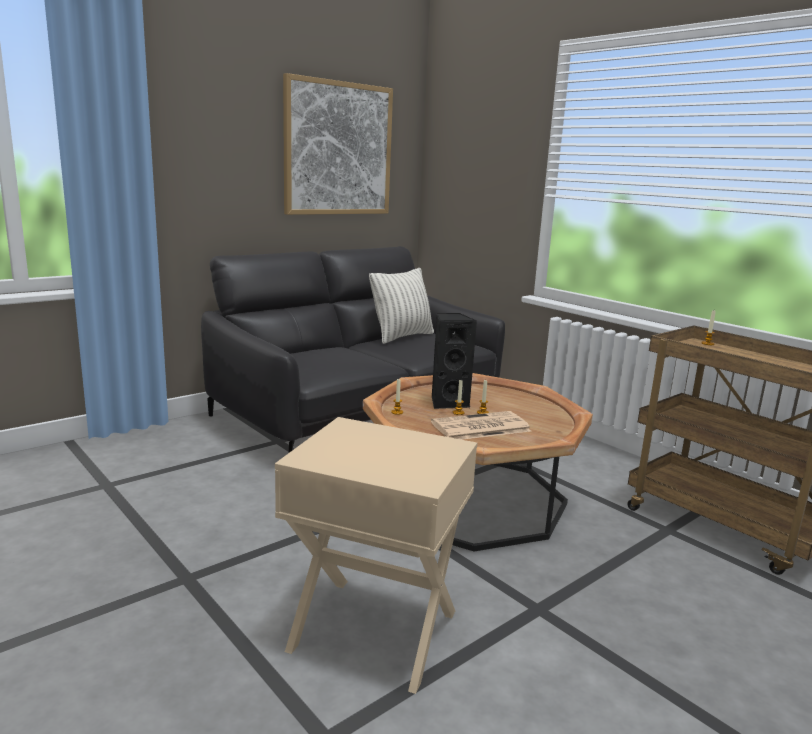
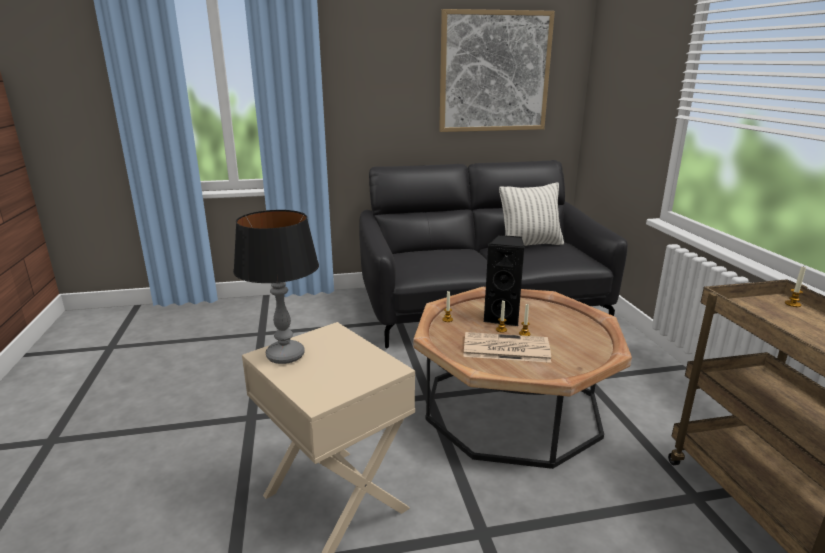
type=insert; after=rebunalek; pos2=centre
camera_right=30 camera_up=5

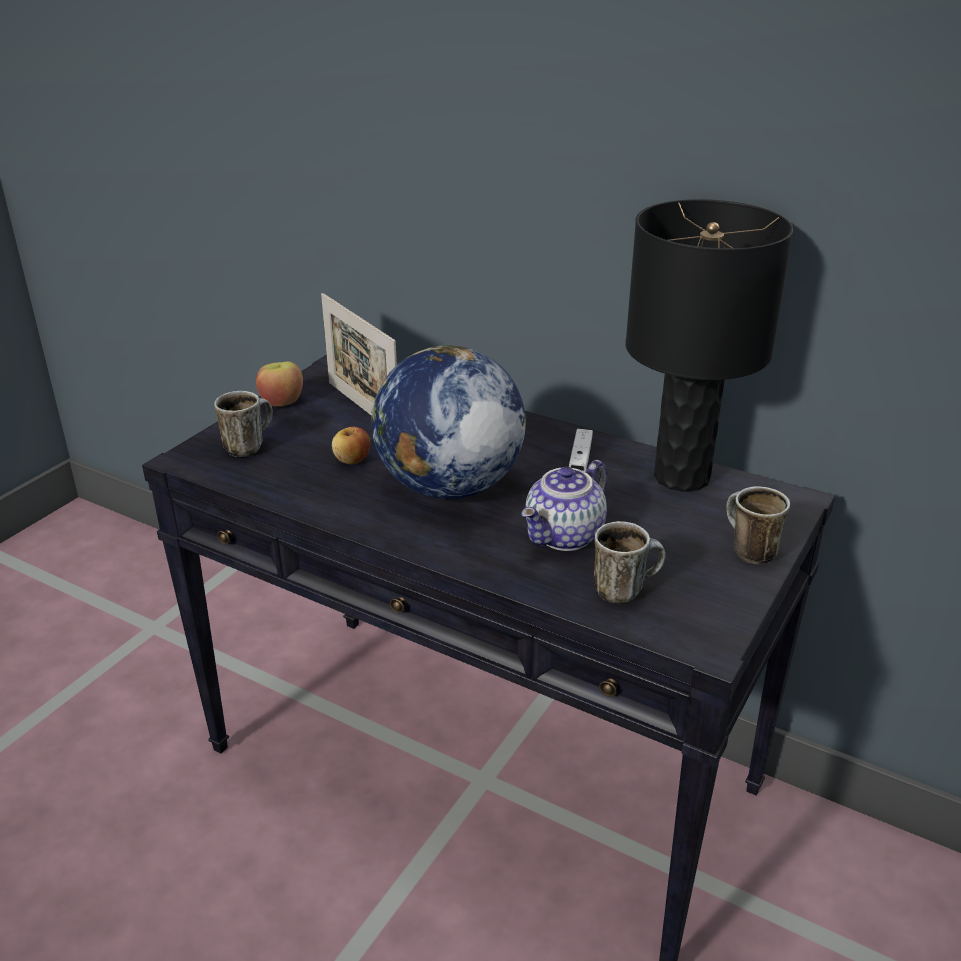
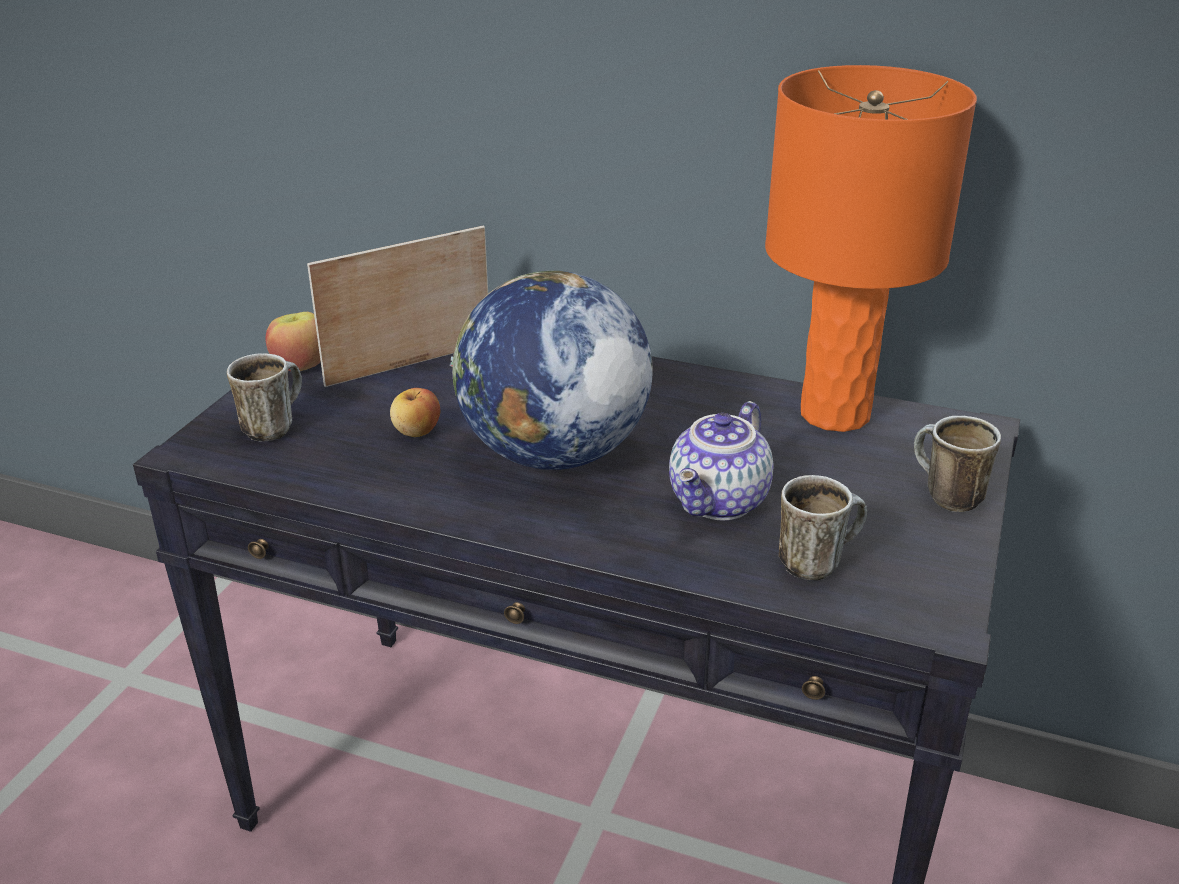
type=rotate; before=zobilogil; pos1=centre; pos2=centre; turn=105
type=recolor; before=black rebunalek; after=orange rebunalek; pos1=middle right; pos2=top right
type=delete; before=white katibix; pos1=centre
camera_right=-10 camera_up=0

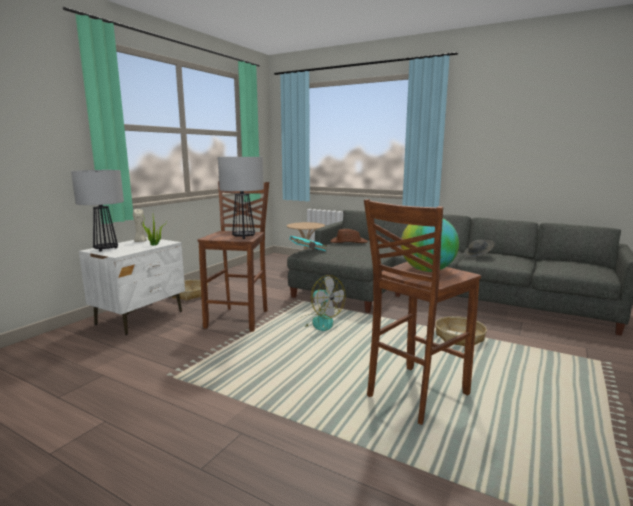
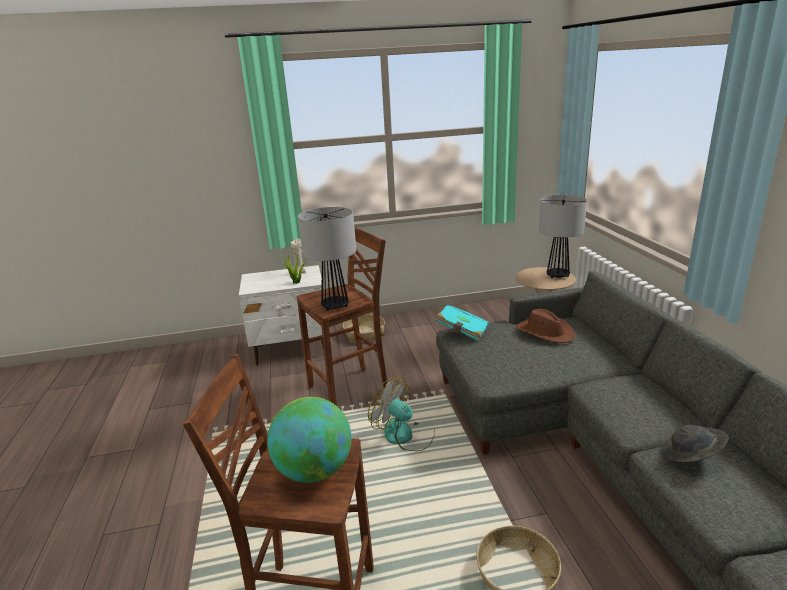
type=rotate; before=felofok; pos1=centre; pos2=bottom centre; turn=120
type=move; before=rebunalek (1st from left in the first image); after=rebunalek (2nd from left); pos1=middle left; pos2=middle right
camera_right=50 camera_up=10

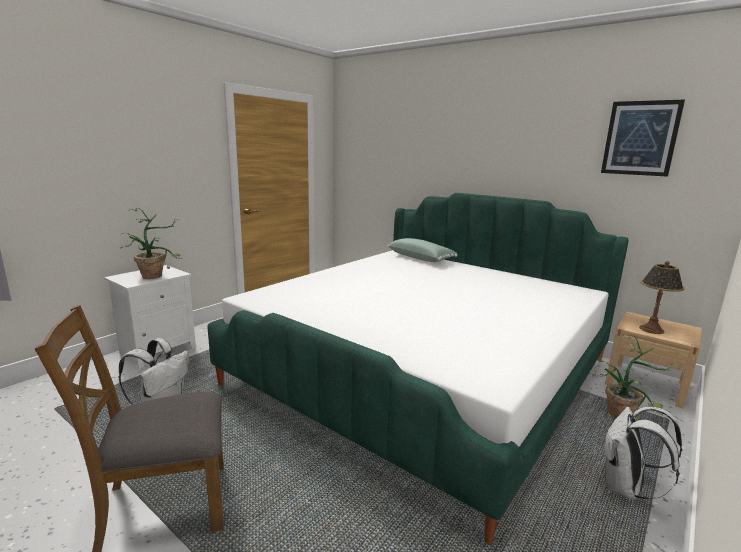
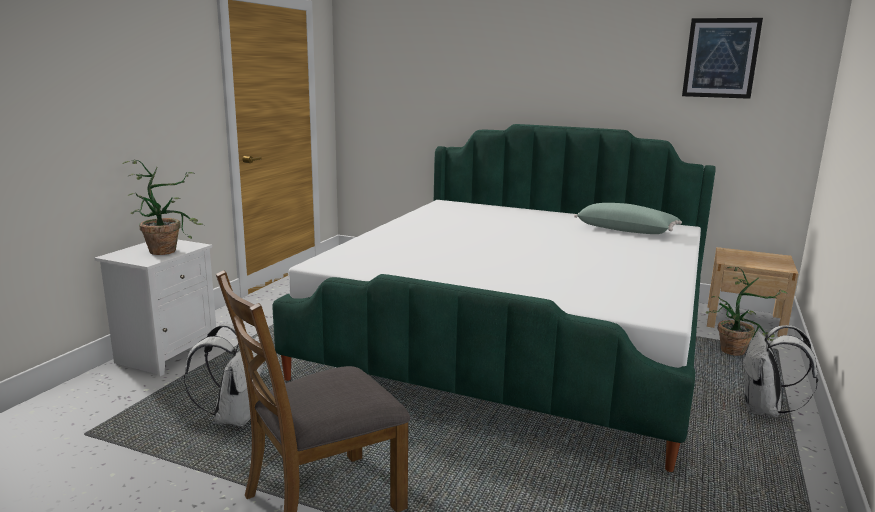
type=move; before=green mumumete; pos1=centre; pos2=middle right
type=delete; before=rebunalek; pos1=middle right
camera_right=-15 camera_up=0

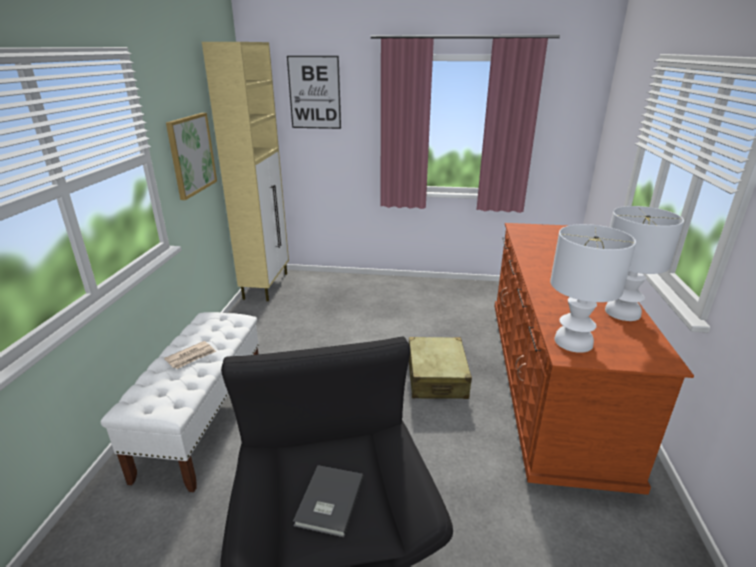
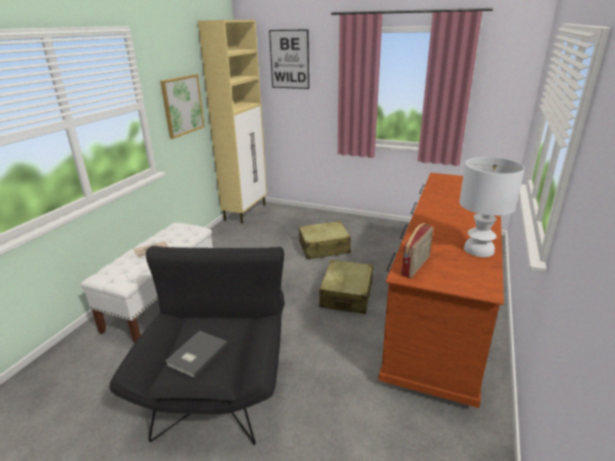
type=insert; after=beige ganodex (1st from left); pos2=centre
type=replace; before=white rebunalek (1st from left); after=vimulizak; pos1=middle right; pos2=middle right
camera_right=15 camera_up=0

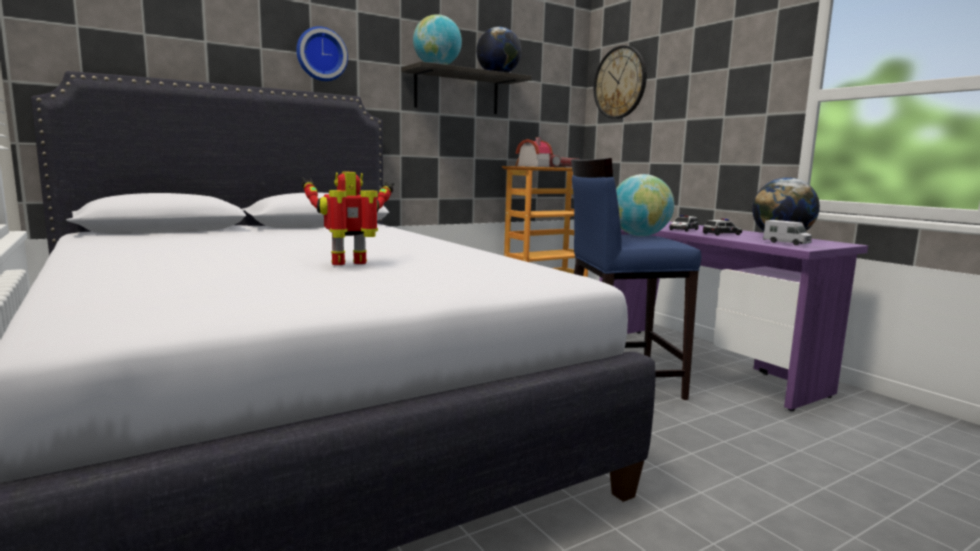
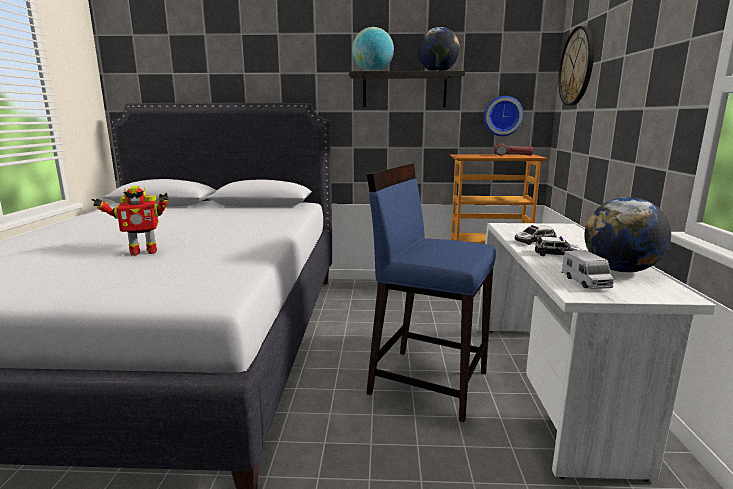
type=rotate; before=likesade; pos1=centre; pos2=middle left; turn=150
type=recolor; before=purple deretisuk; after=white deretisuk; pos1=middle right; pos2=bottom right
type=move; before=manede (1st from left); pos1=top left; pos2=top right
type=delete; before=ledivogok; pos1=top centre
type=delete; before=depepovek (3rd from left); pos1=centre
camera_right=35 camera_up=5

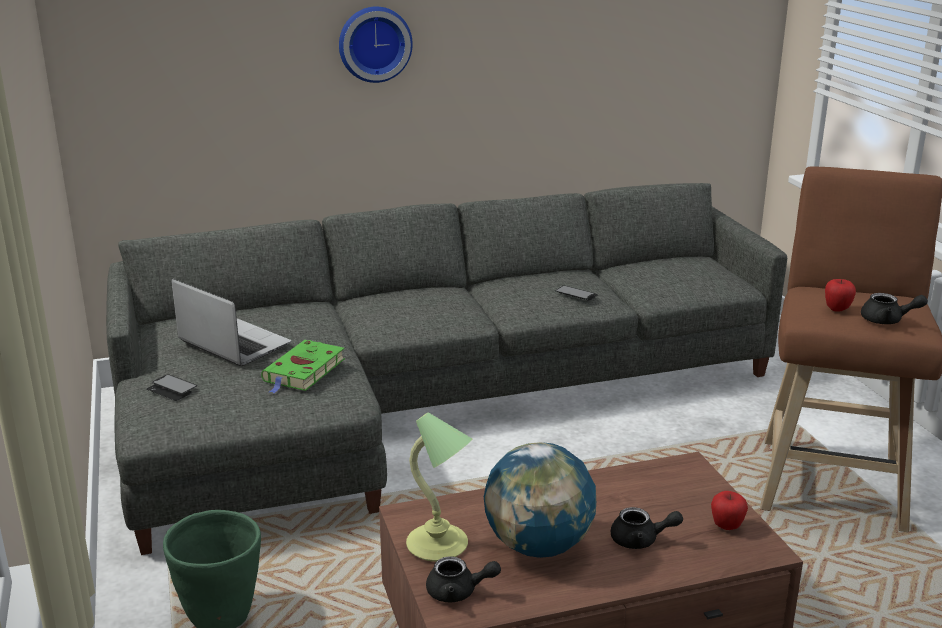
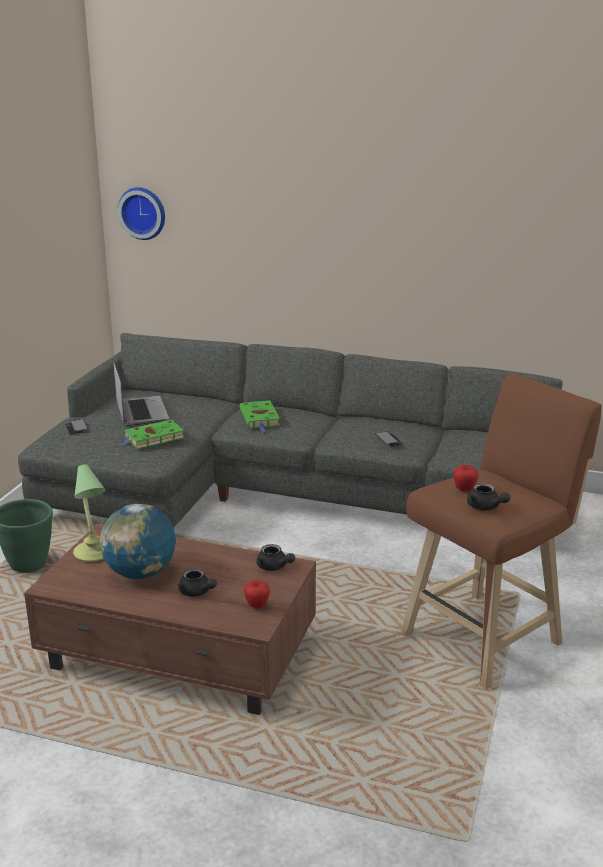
type=move; before=manede; pos1=top centre; pos2=top left
type=insert; after=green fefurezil (2nd from left); pos2=centre
type=move; before=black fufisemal (1st from left in the first image); after=black fufisemal (2nd from left); pos1=bottom centre; pos2=centre
camera_right=35 camera_up=0

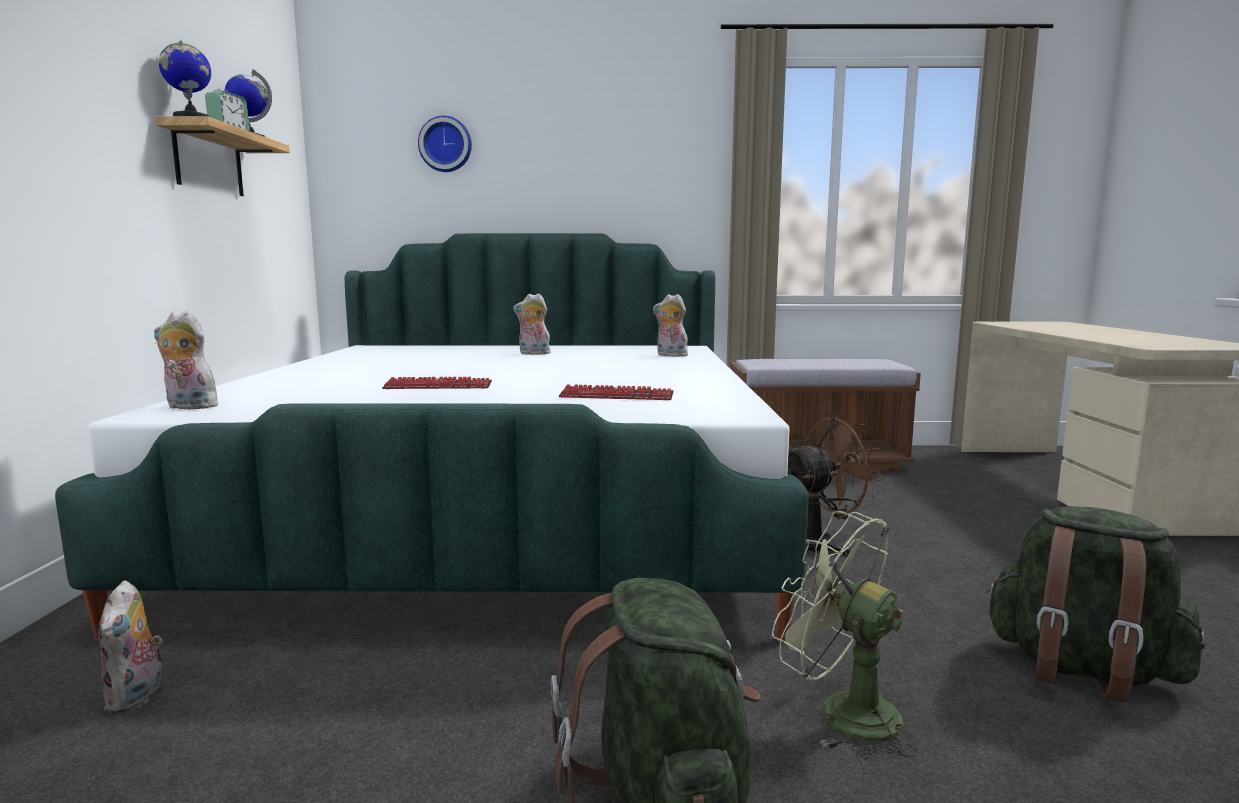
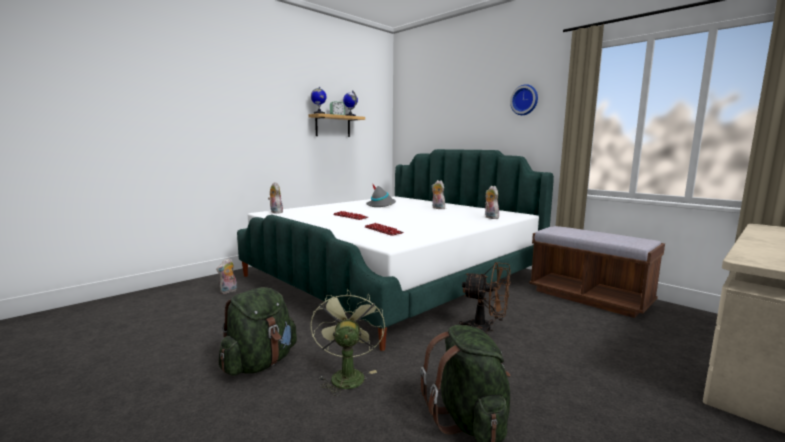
type=insert; after=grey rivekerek; pos2=centre
type=move; before=manede; pos1=top centre; pos2=top right
camera_right=45 camera_up=0

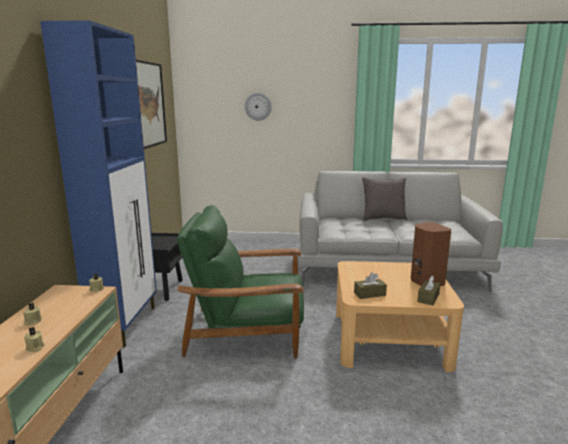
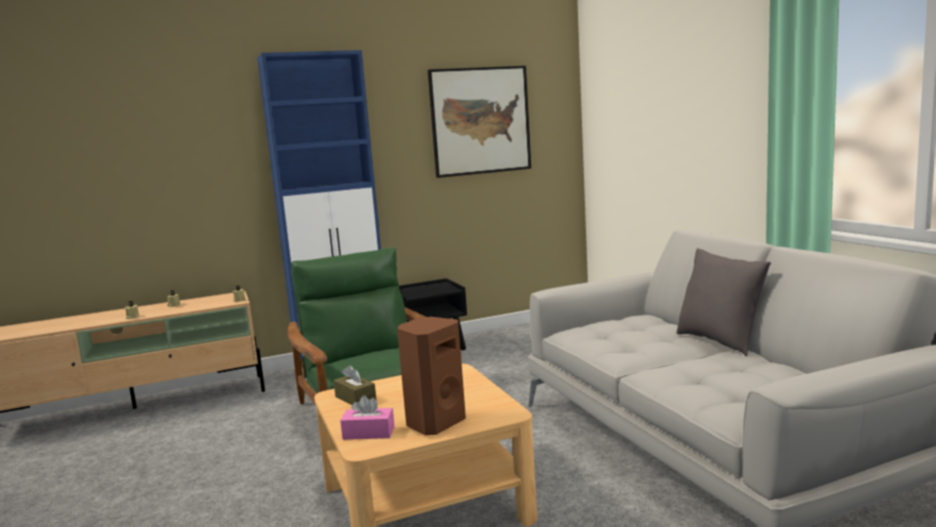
type=recolor; before=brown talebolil (2nd from left); after=pink talebolil; pos1=middle right; pos2=bottom centre
type=delete; before=manede; pos1=top centre
camera_right=65 camera_up=-5

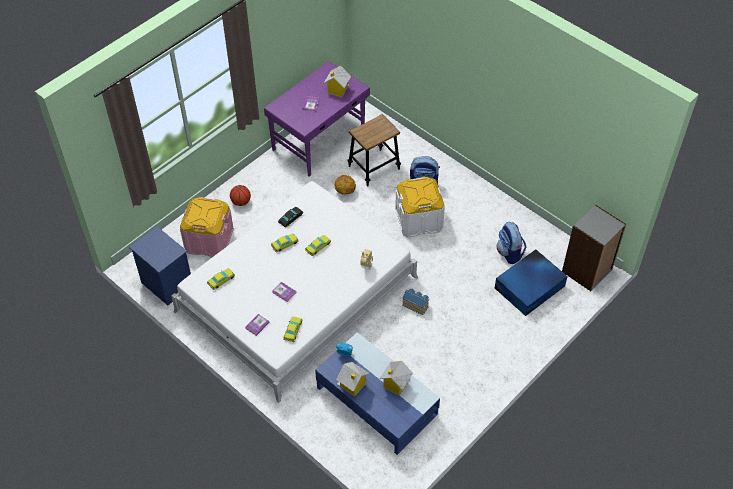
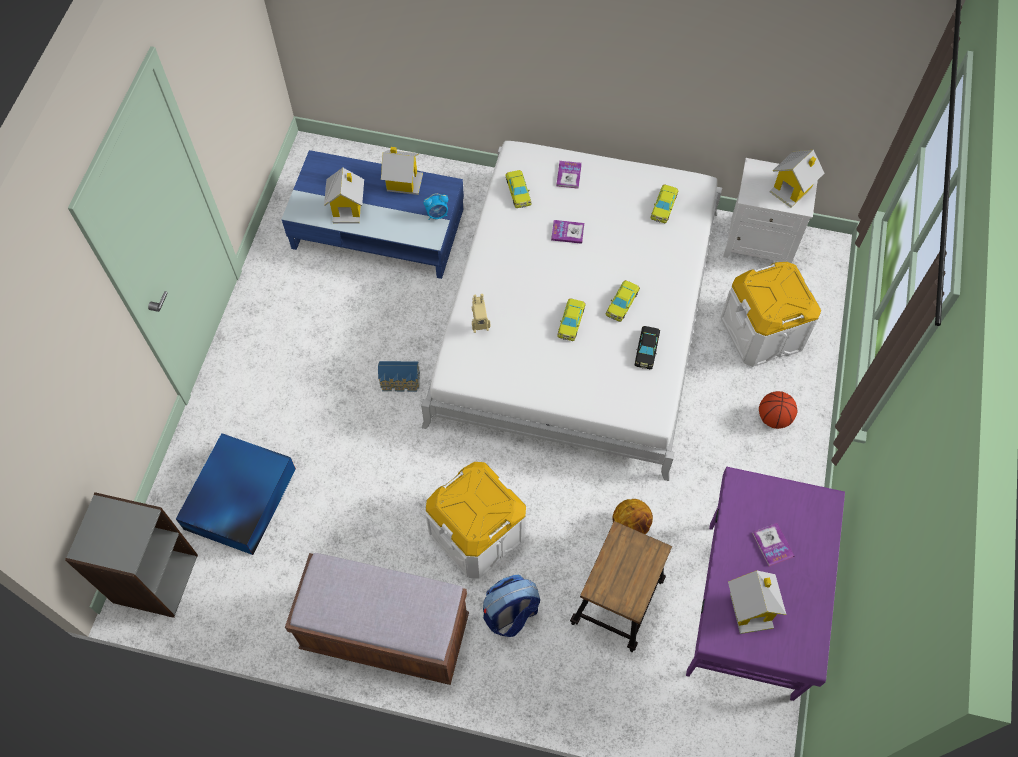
type=insert; after=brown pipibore; pos2=bottom centre
type=recolor; before=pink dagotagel; after=white dagotagel (2nd from left); pos1=middle left; pos2=middle right
type=recolor; before=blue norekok; after=white norekok; pos1=middle left; pos2=top right
type=insert; after=ledivogok (5th from left); pos2=top right
type=delete; before=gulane (2nd from left); pos1=middle right
camera_right=150 camera_up=10

